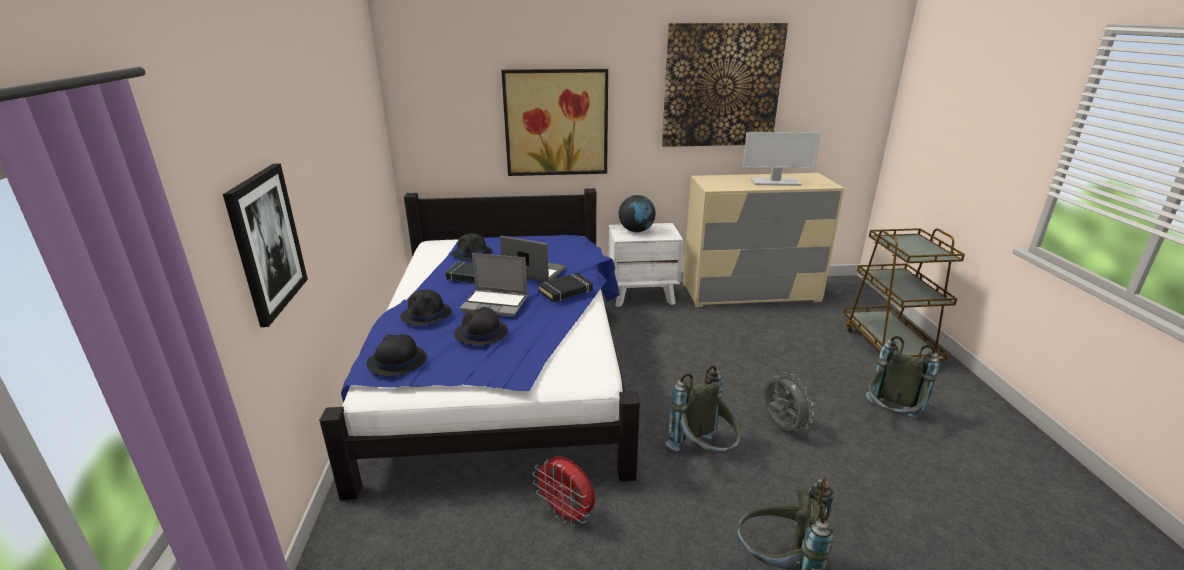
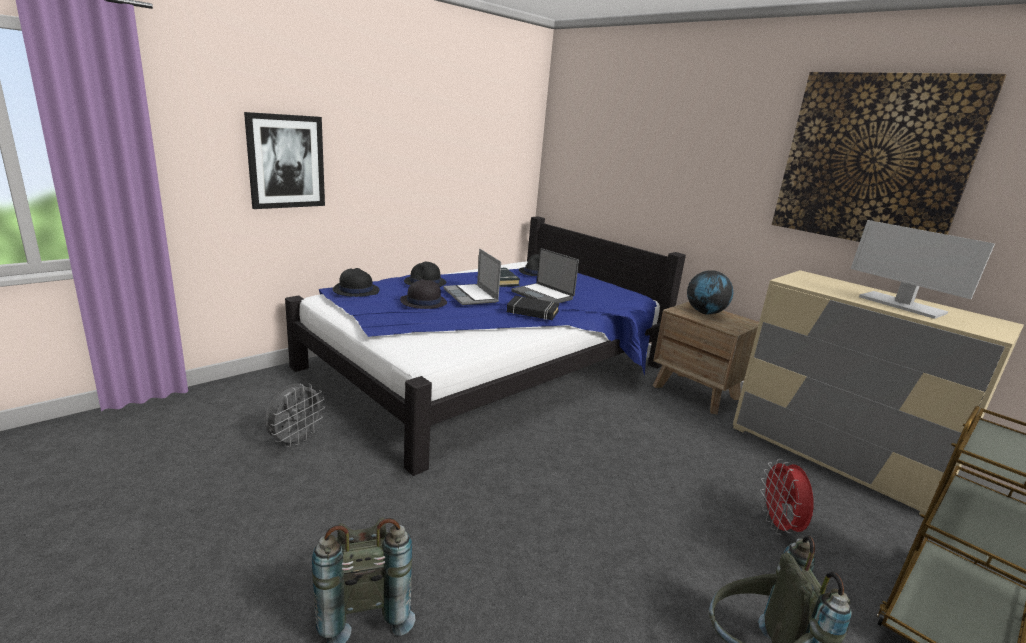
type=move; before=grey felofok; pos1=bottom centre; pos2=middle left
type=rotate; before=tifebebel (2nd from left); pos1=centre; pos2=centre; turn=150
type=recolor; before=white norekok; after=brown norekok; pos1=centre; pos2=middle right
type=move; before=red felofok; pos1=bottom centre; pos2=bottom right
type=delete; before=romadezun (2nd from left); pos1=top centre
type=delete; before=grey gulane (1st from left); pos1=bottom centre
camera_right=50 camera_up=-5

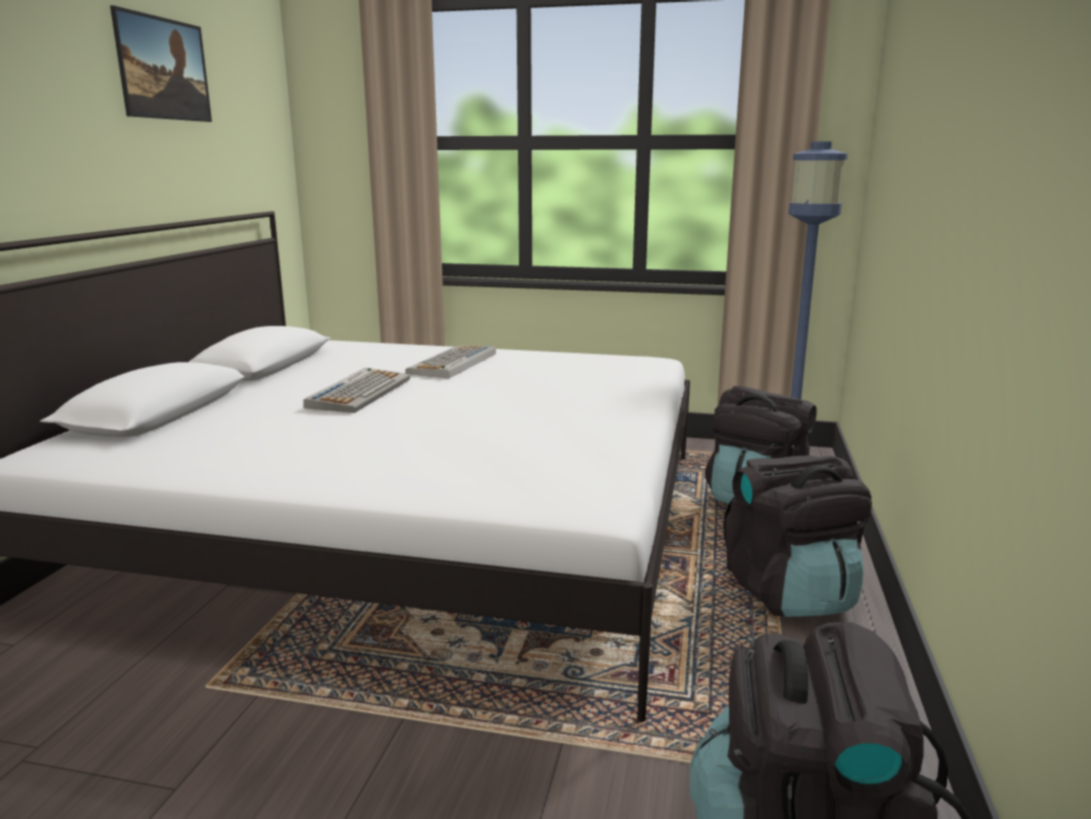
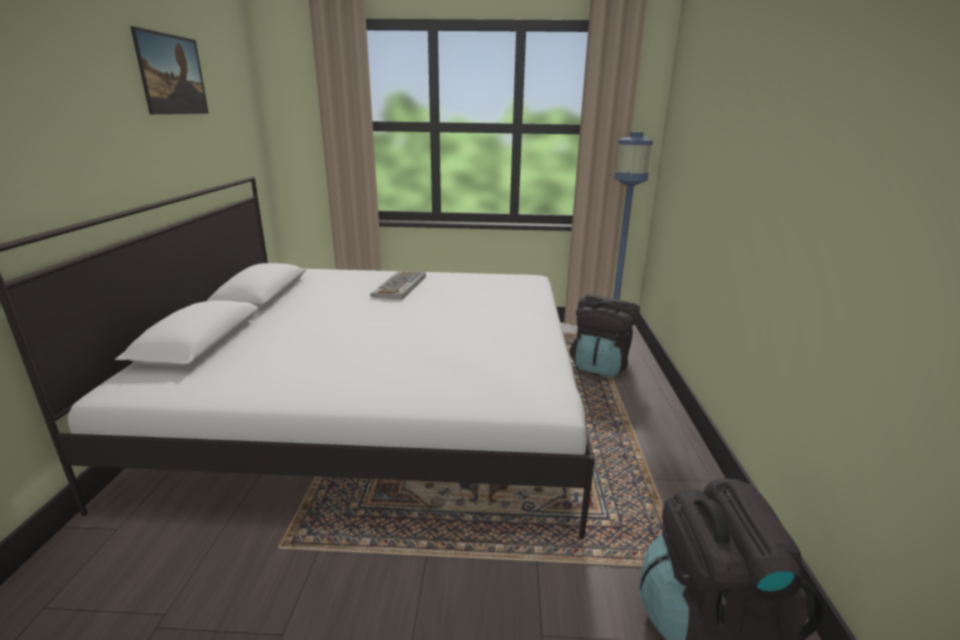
type=delete; before=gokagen (1st from left); pos1=middle left
type=delete; before=black gulane (2nd from left); pos1=middle right
camera_right=-10 camera_up=5

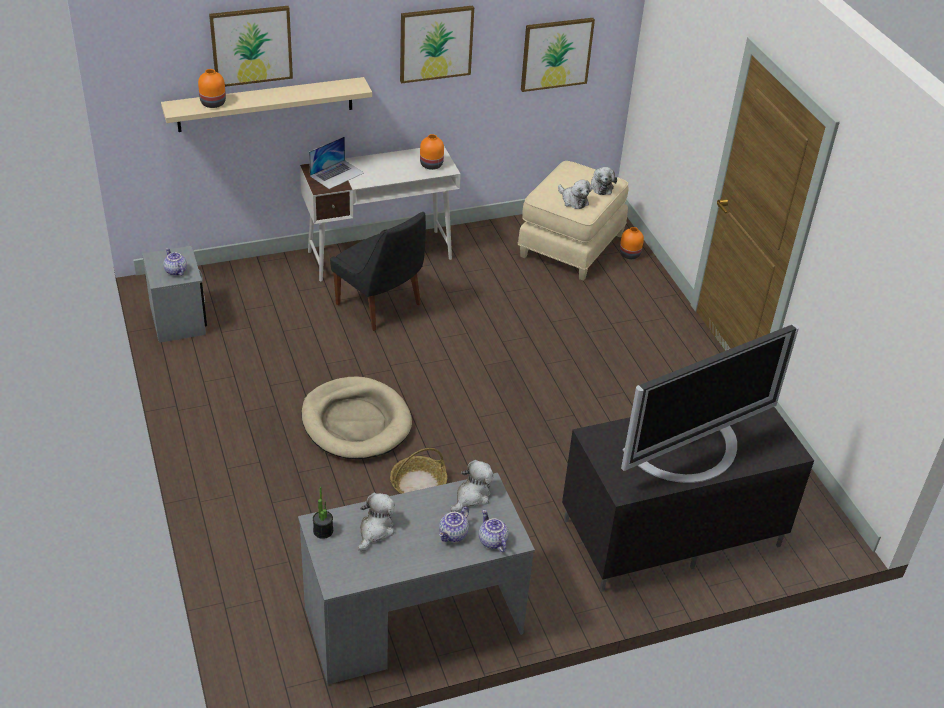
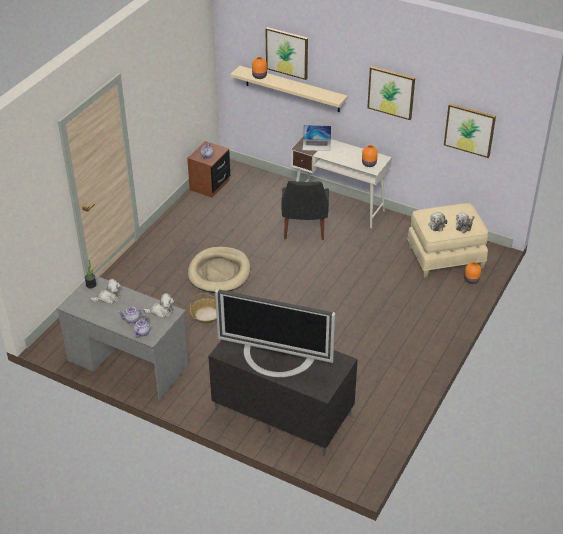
type=recolor; before=grey norekok; after=brown norekok; pos1=middle left; pos2=top centre
camera_right=50 camera_up=0

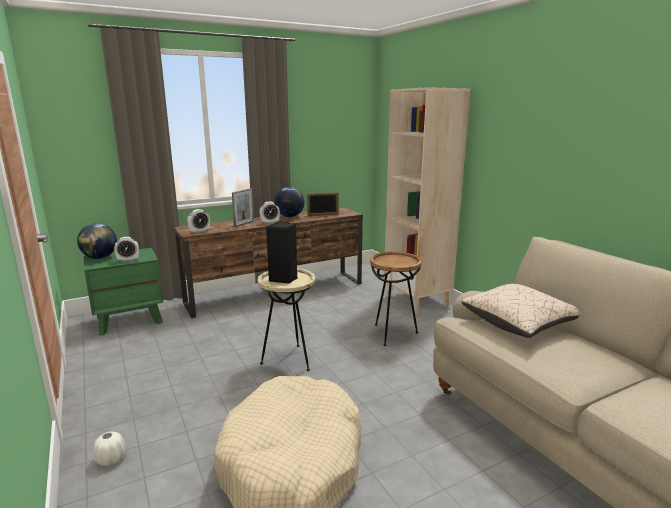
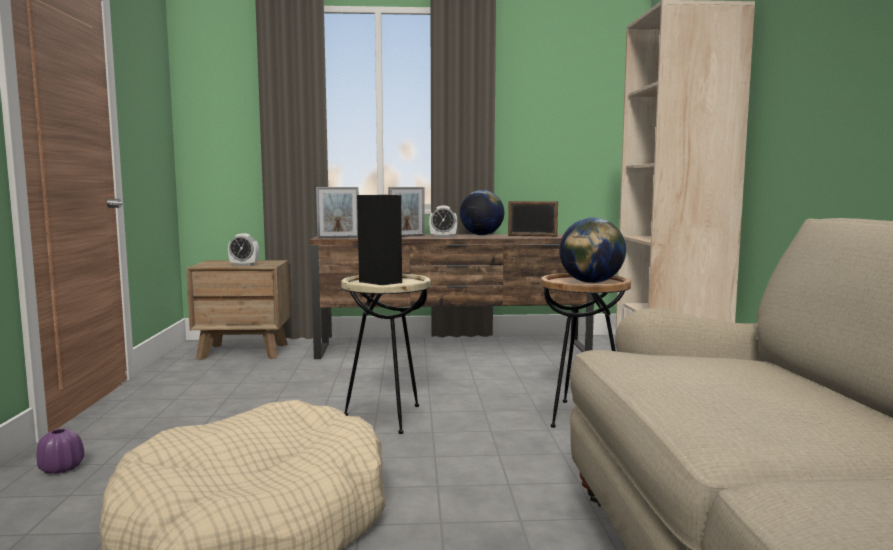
type=recolor; before=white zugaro; after=purple zugaro; pos1=bottom left; pos2=bottom left
type=recolor; before=green norekok; after=brown norekok; pos1=middle left; pos2=middle left
type=replace; before=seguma (2nd from left); after=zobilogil (1st from left); pos1=middle left; pos2=centre
type=move; before=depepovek (1st from left in the first image); after=depepovek (2nd from left); pos1=middle left; pos2=centre
type=delete; before=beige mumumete; pos1=middle right
camera_right=25 camera_up=-10

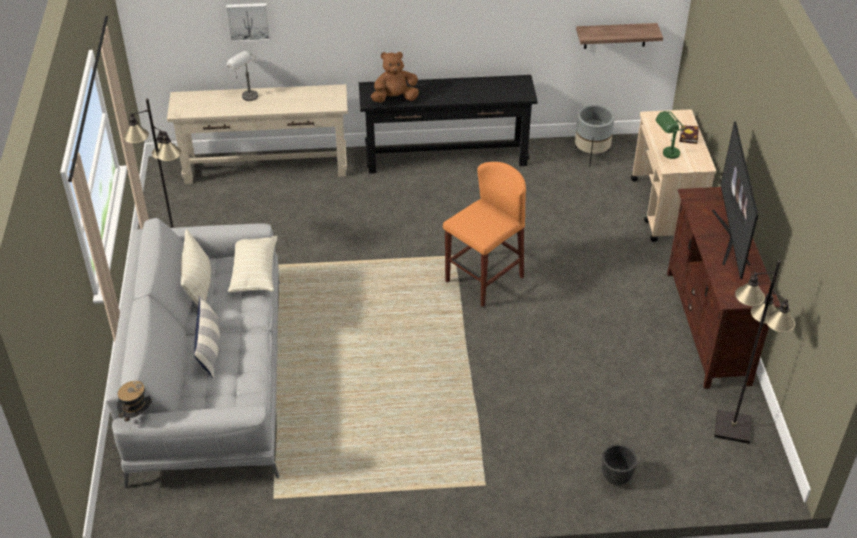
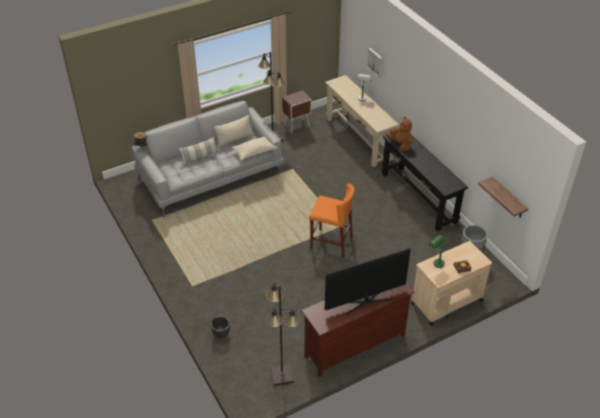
type=insert; after=brown norekok; pos2=top centre
camera_right=65 camera_up=0

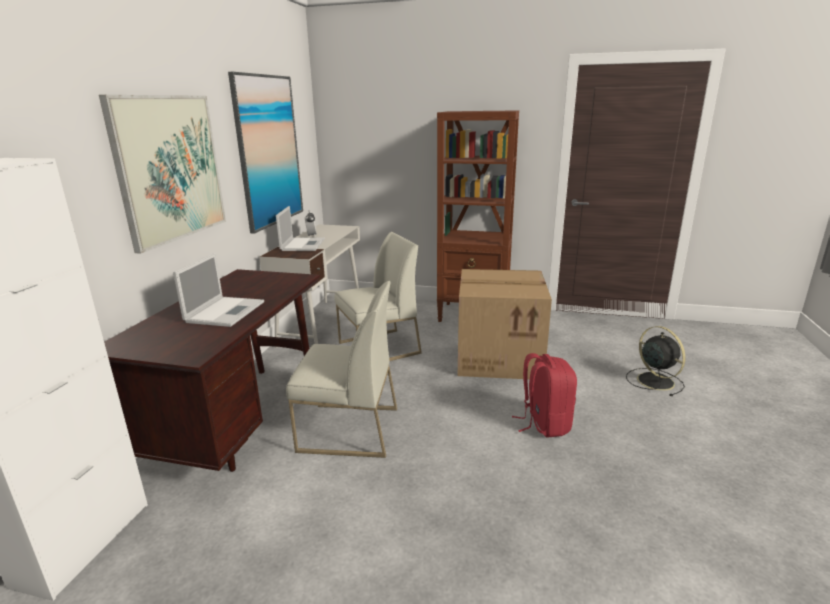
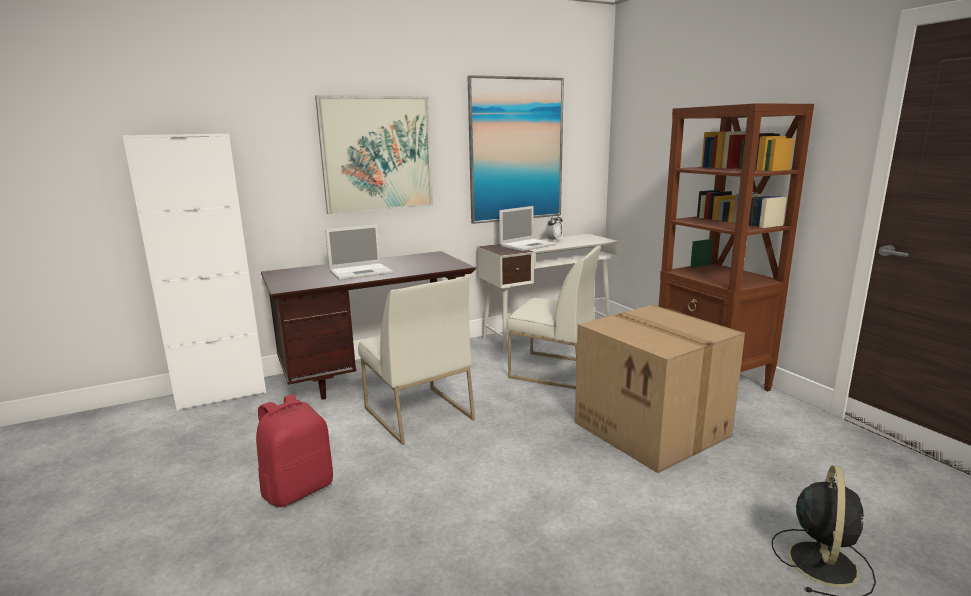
type=move; before=red gulane; pos1=centre; pos2=bottom left
camera_right=50 camera_up=-5

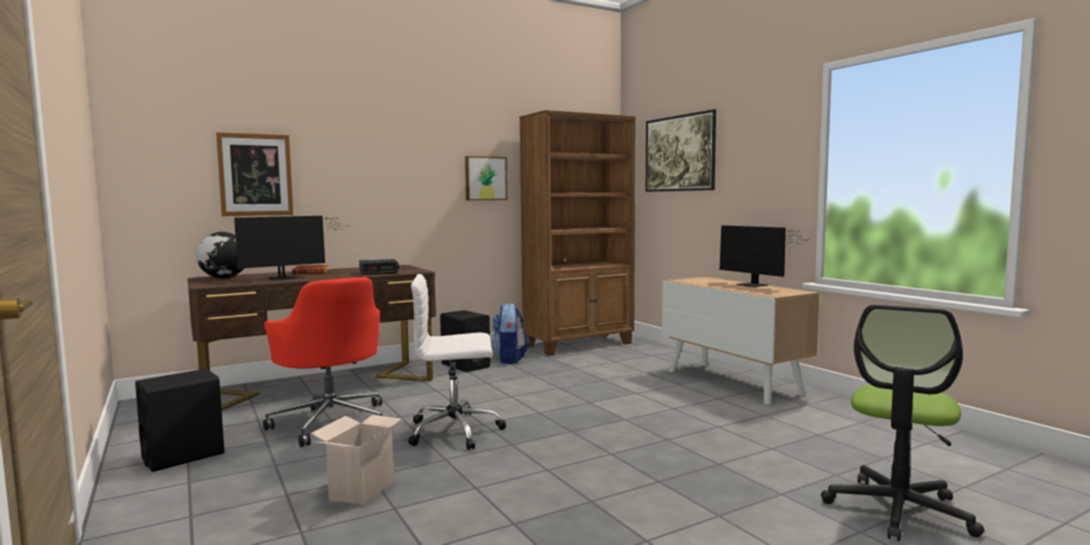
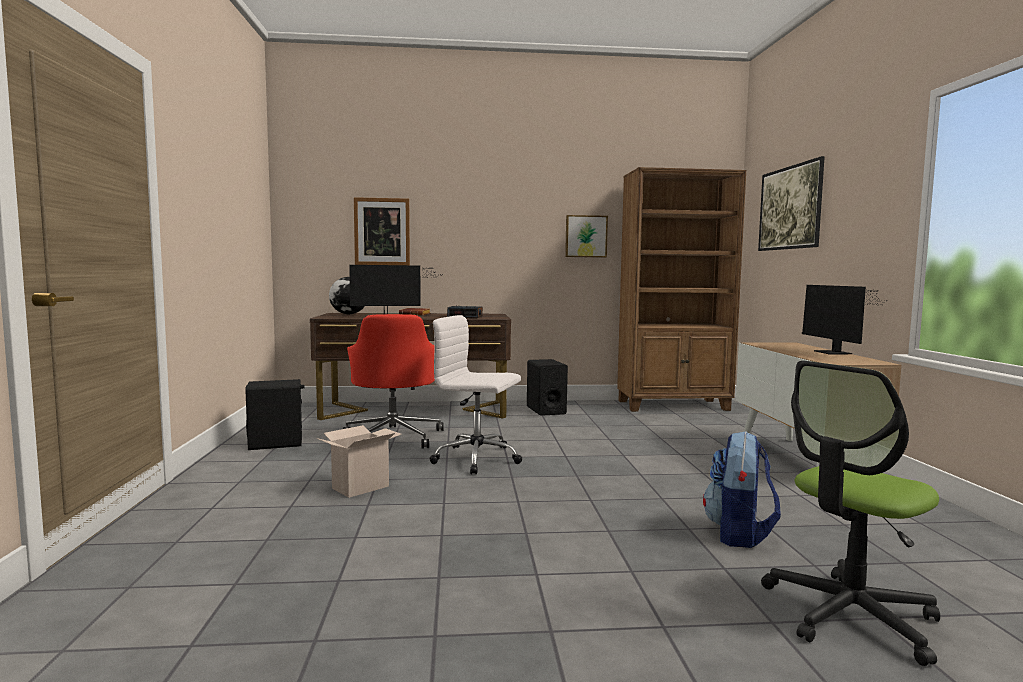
type=move; before=gulane; pos1=centre; pos2=bottom right
camera_right=25 camera_up=0

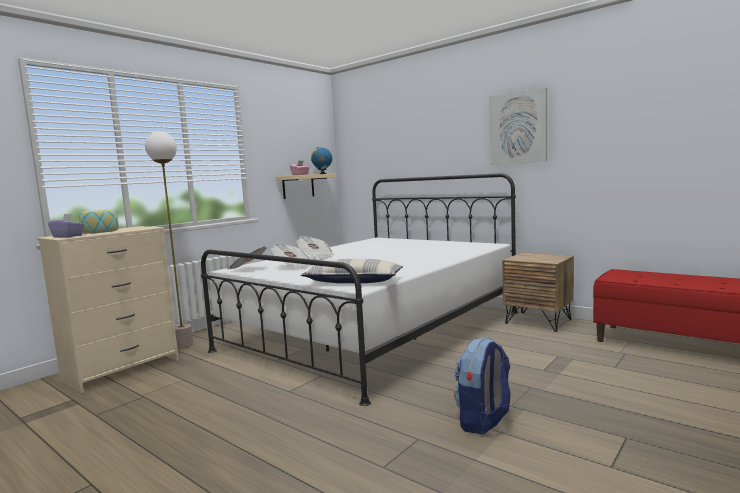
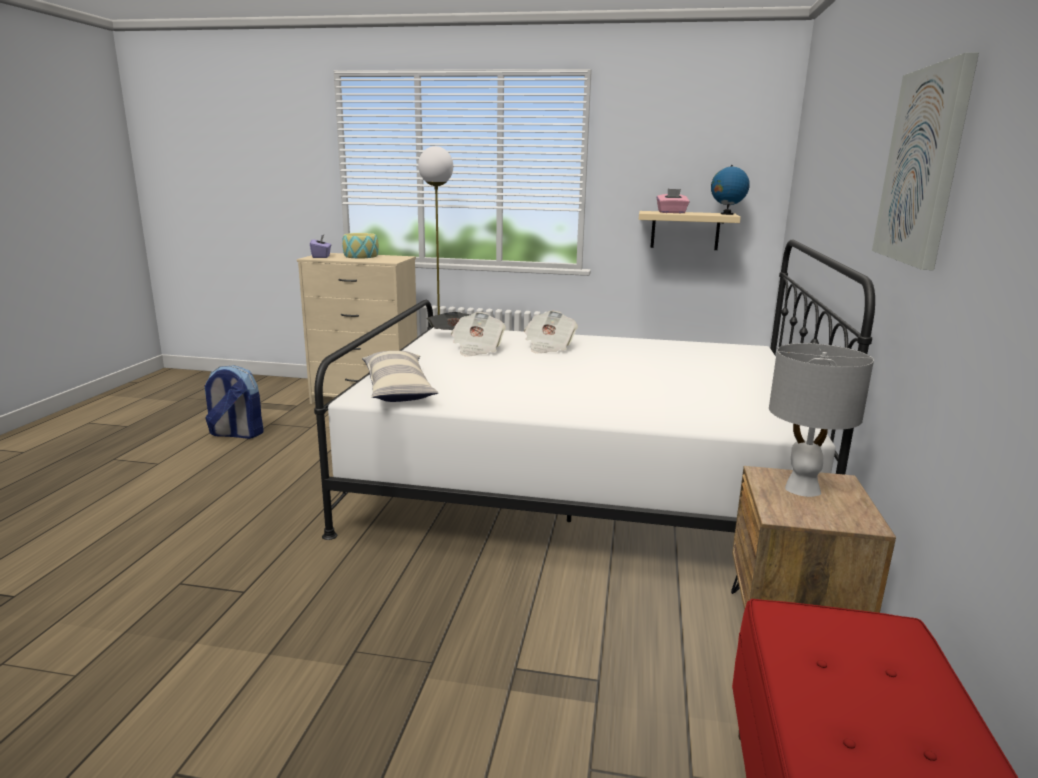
type=move; before=gulane; pos1=bottom centre; pos2=middle left
type=insert; after=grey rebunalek; pos2=middle right
camera_right=60 camera_up=10

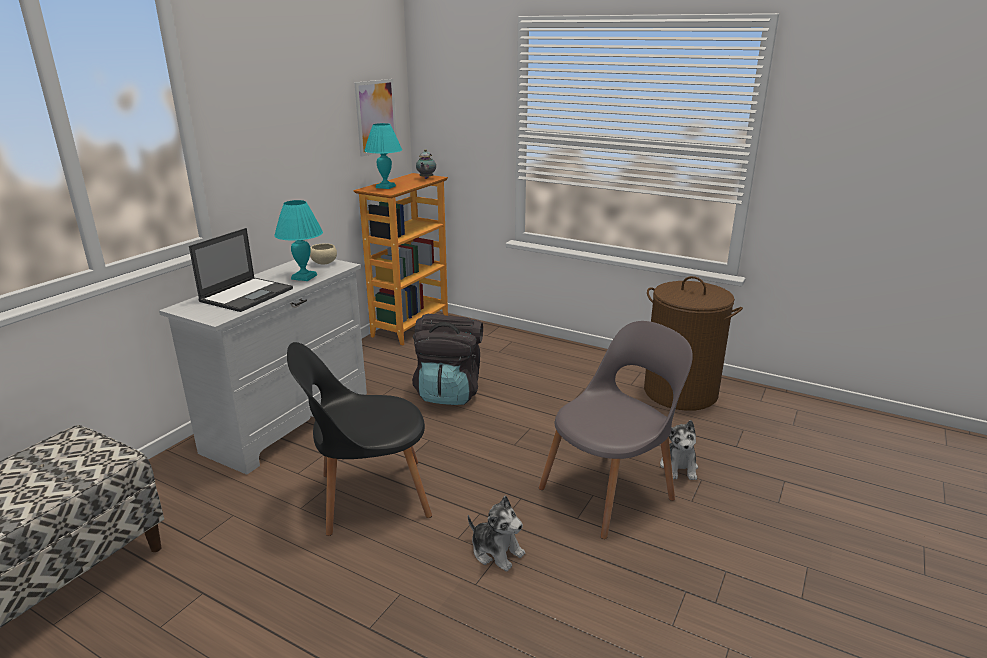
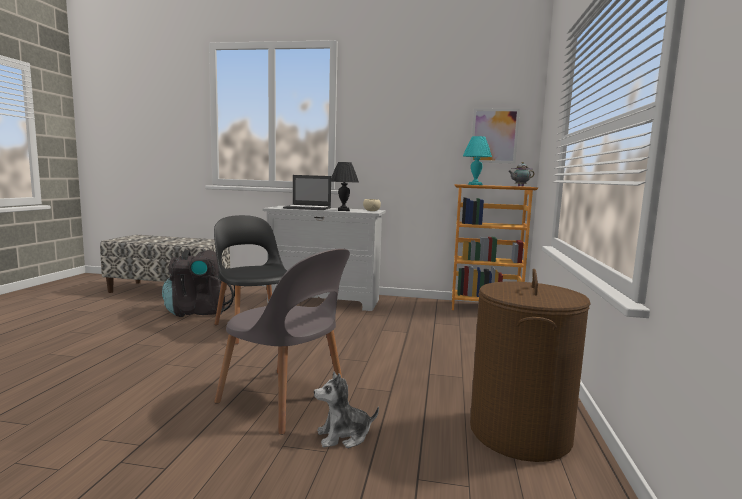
type=move; before=black gulane; pos1=centre; pos2=middle left
type=recolor; before=turquoise rebunalek (1st from left); after=black rebunalek; pos1=middle left; pos2=centre
type=delete; before=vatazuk (1st from left); pos1=bottom centre
camera_right=70 camera_up=-15

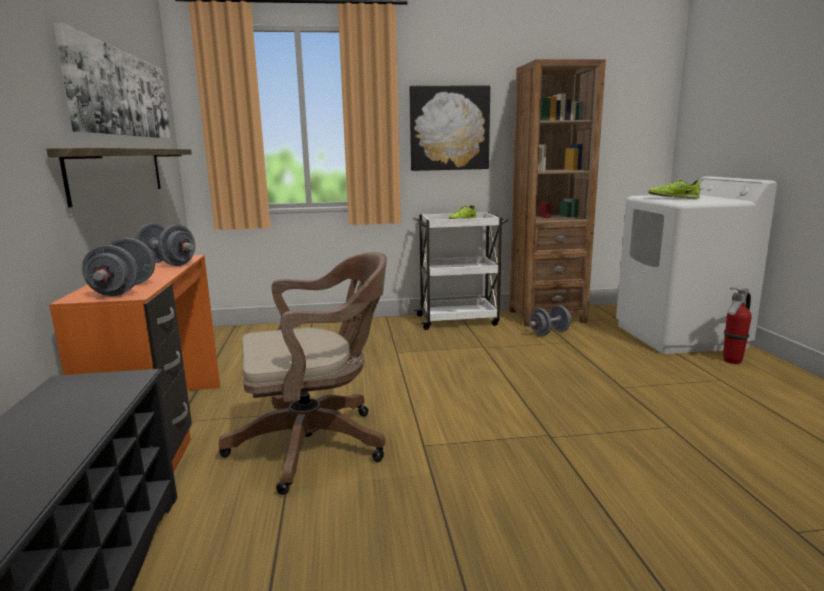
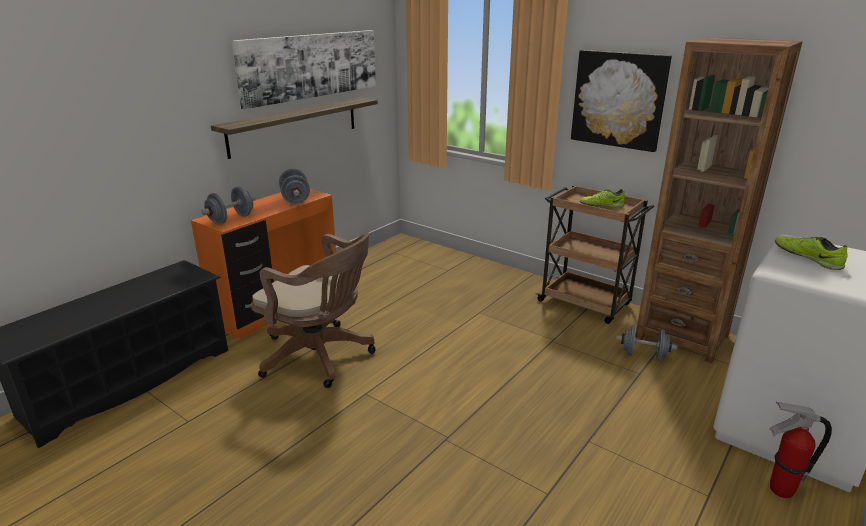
type=recolor; before=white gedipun; after=brown gedipun; pos1=centre; pos2=middle right
camera_right=45 camera_up=10

